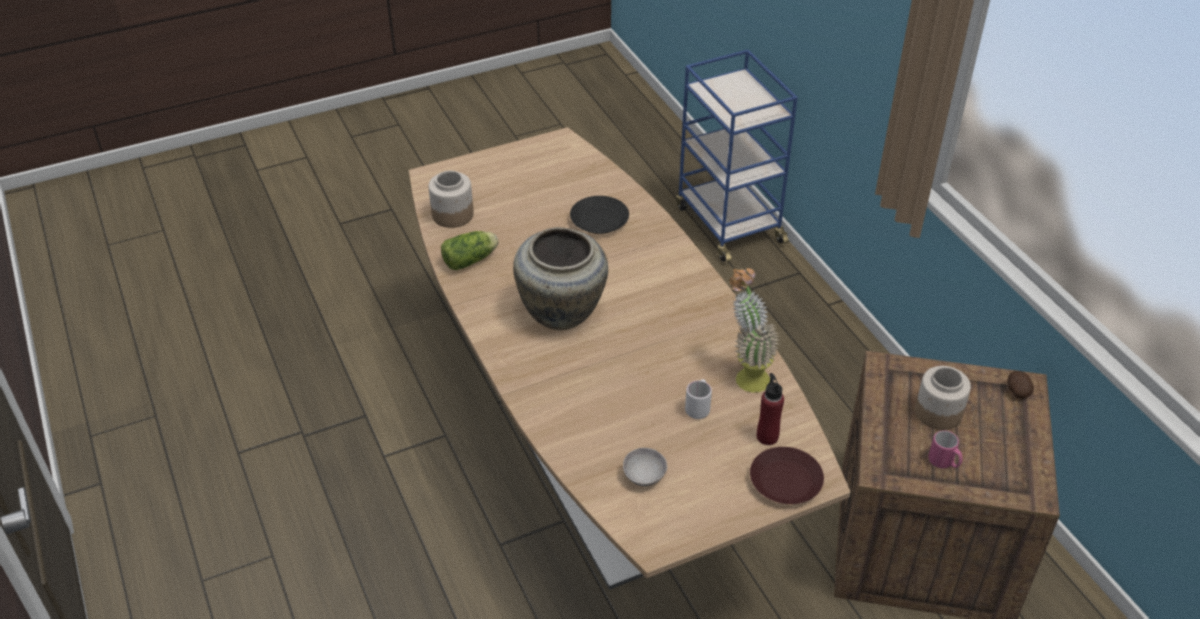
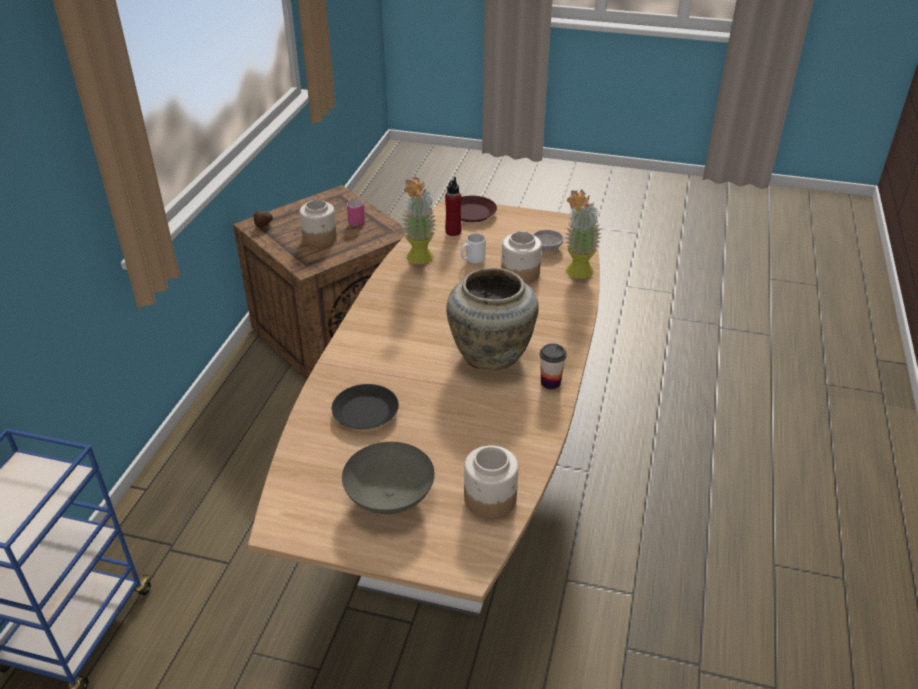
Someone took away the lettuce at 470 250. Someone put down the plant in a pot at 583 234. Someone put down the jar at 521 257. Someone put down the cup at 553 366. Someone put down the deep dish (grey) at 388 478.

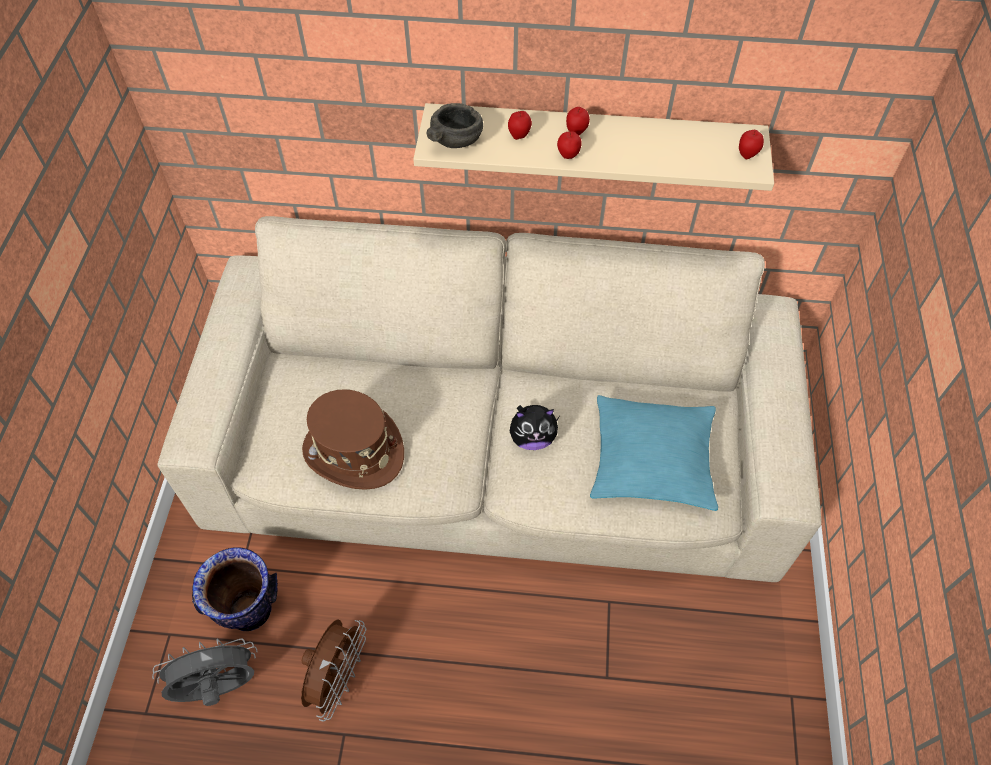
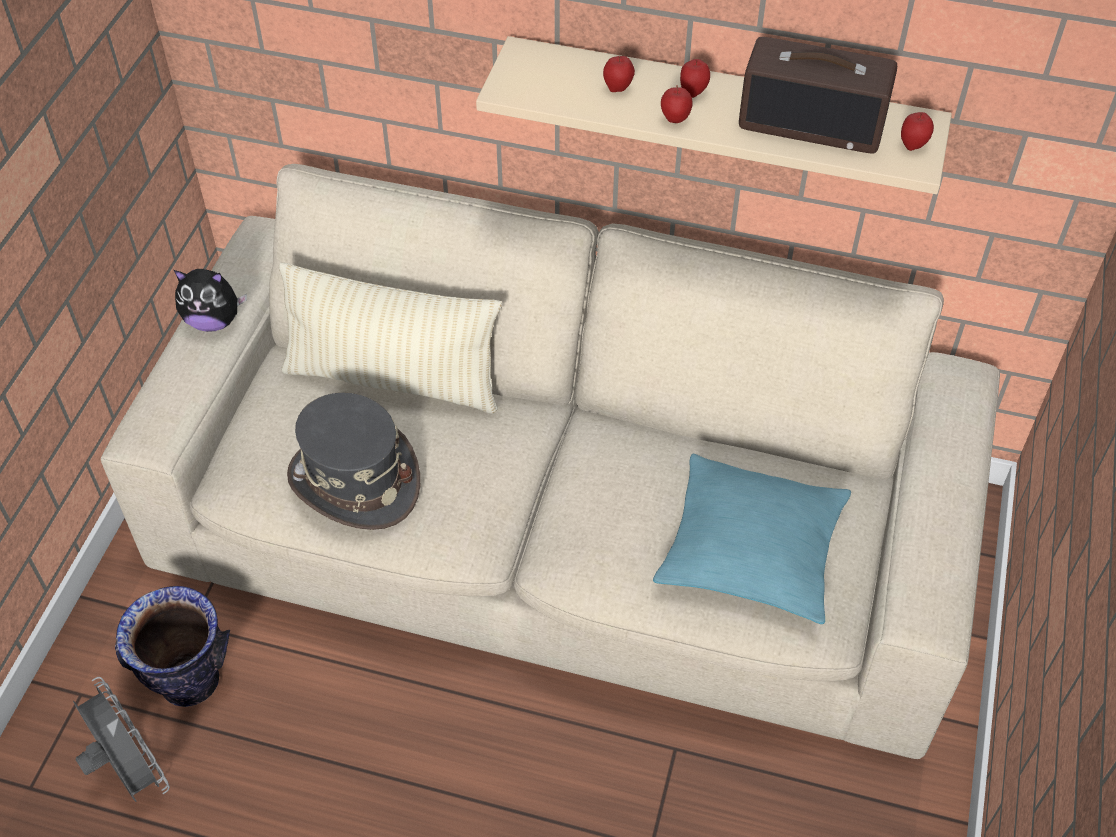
Someone took away the deep dish (grey) at 454 125. Someone repainted the clothing hat (brown) at 353 439, which became the clothing hat (grey) at 353 461. Someone carried the plush toy from 534 427 to 210 300. Someone took away the electric fan (brown) at 333 670. Someone rotated the electric fan (grey) at 205 672 by 60 degrees clockwise. Someone put down the radio at 818 95. Someone put down the pillow (beige) at 390 338.

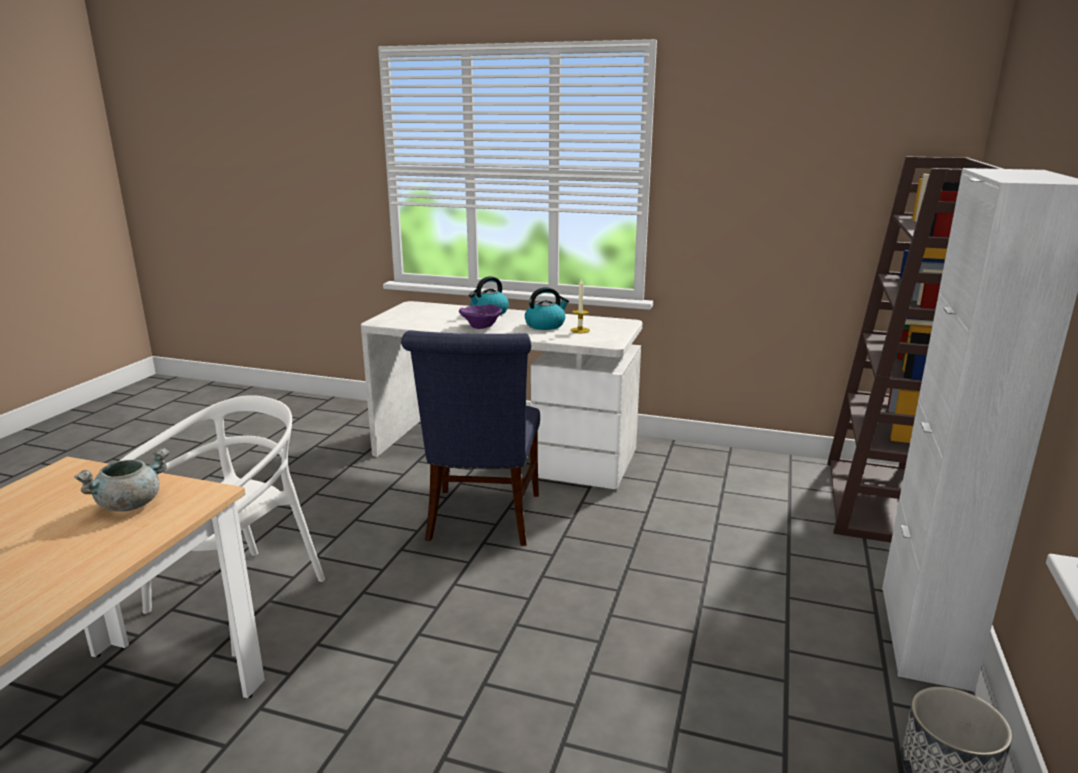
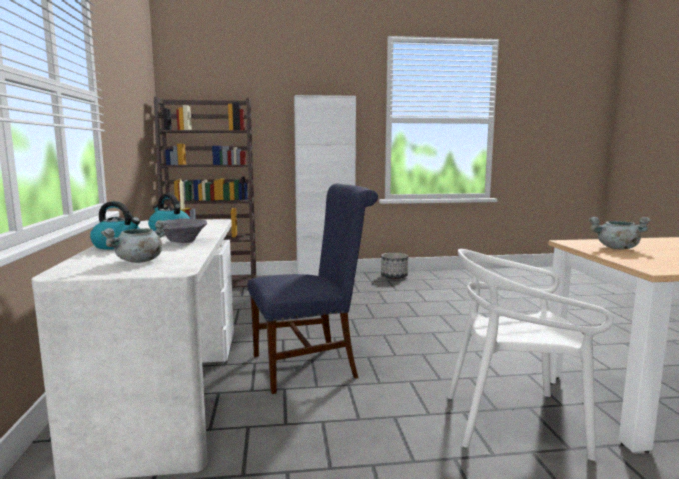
Someone repainted the deep dish (purple) at 480 316, which became the deep dish (grey) at 185 230. Someone put down the saucepot (grey) at 133 241.

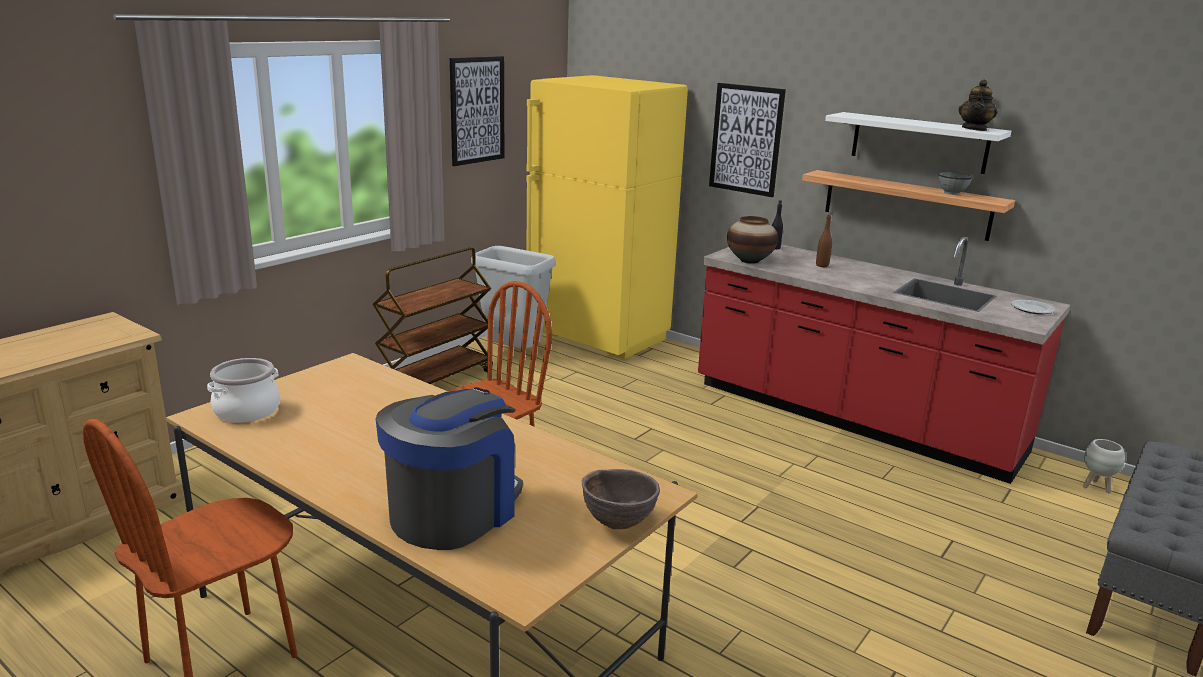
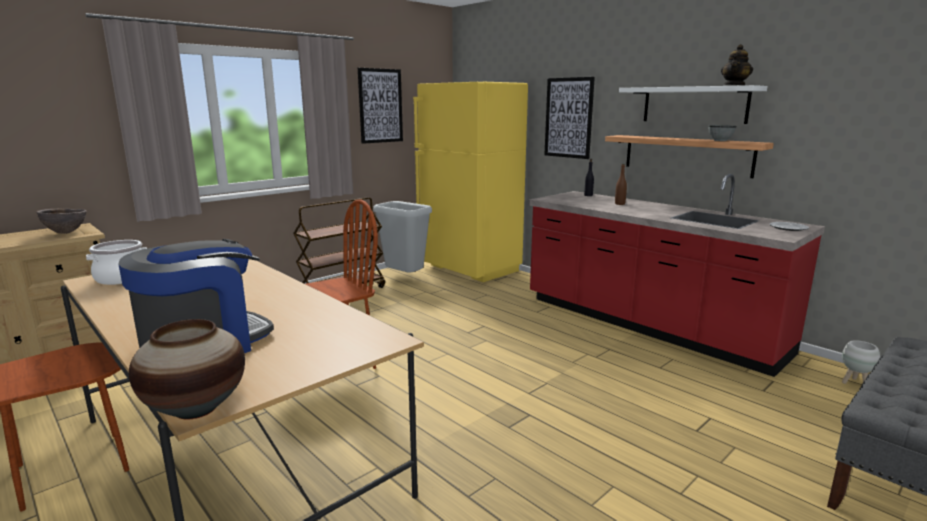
Someone carried the flower vase from 752 240 to 187 369. Someone carried the deep dish (brown) from 621 499 to 61 221.

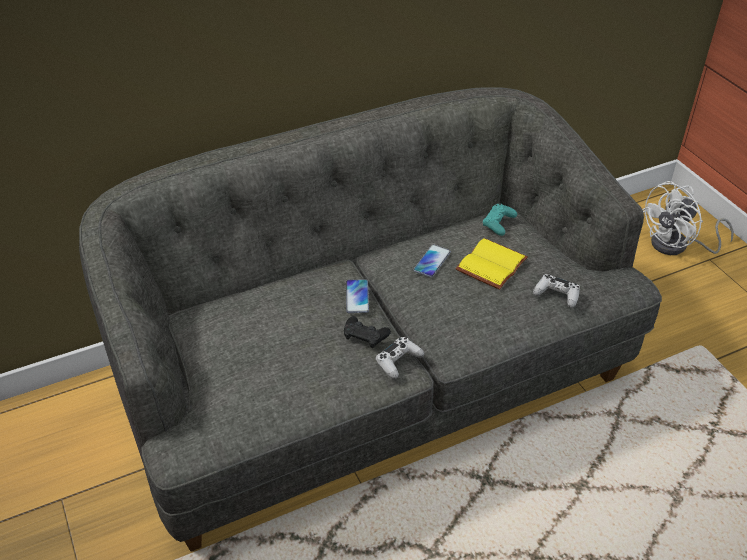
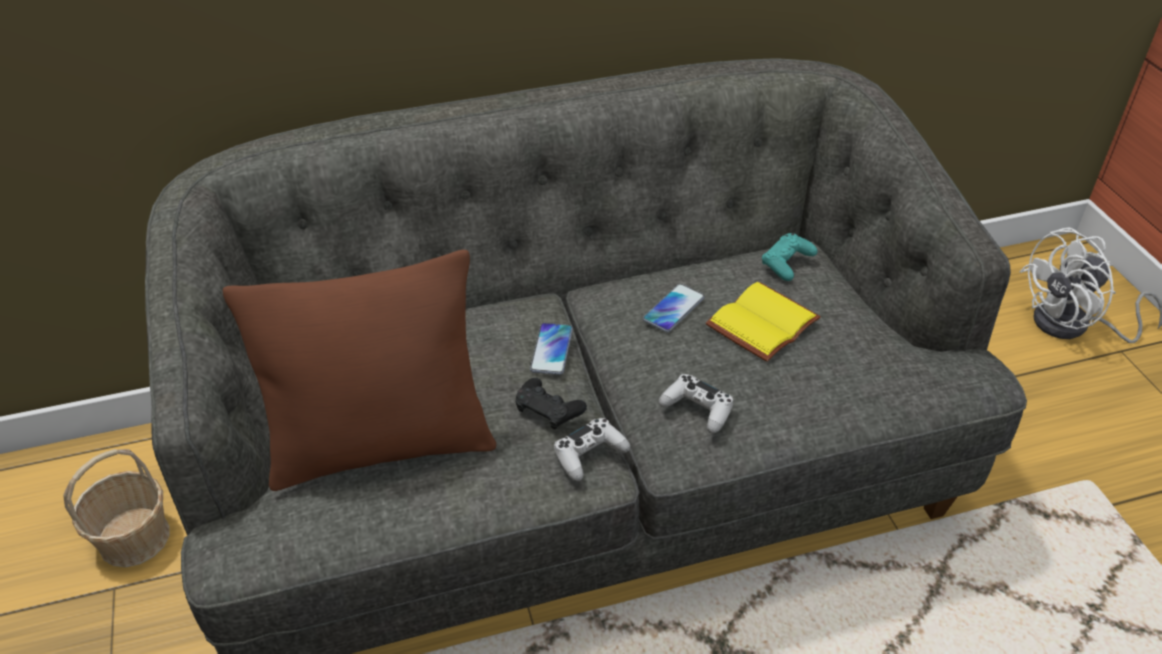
Someone carried the game controller (white) from 556 291 to 696 403. Someone put down the pillow (brown) at 359 370. Someone put down the household basket at 116 508.

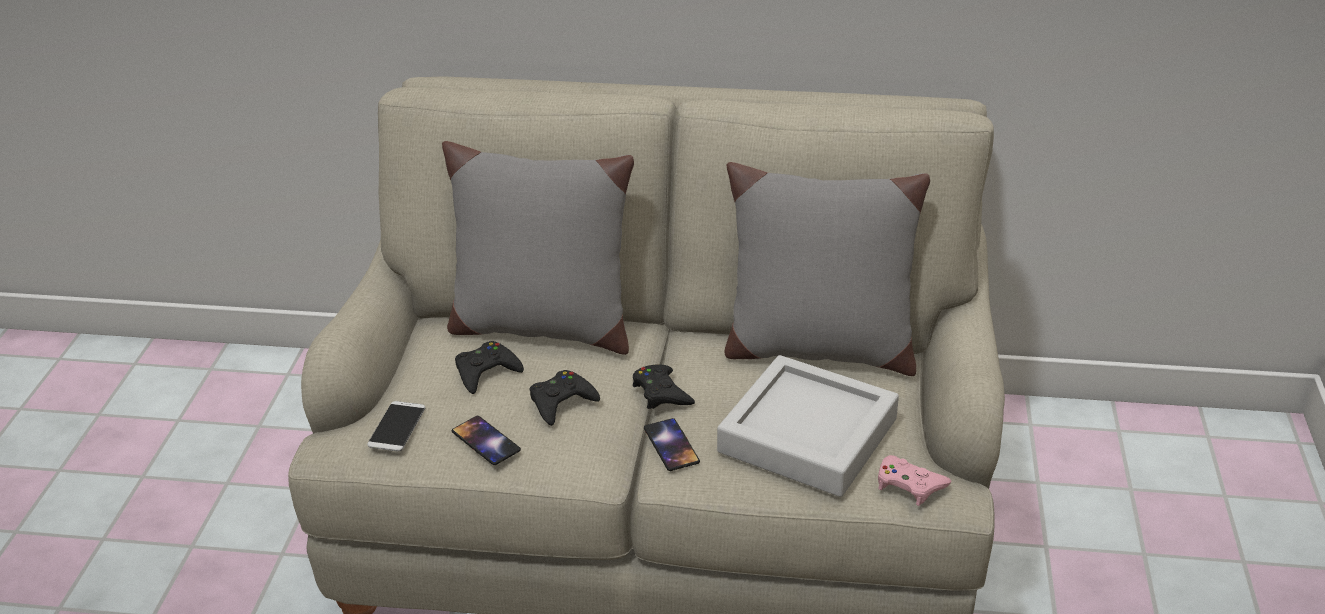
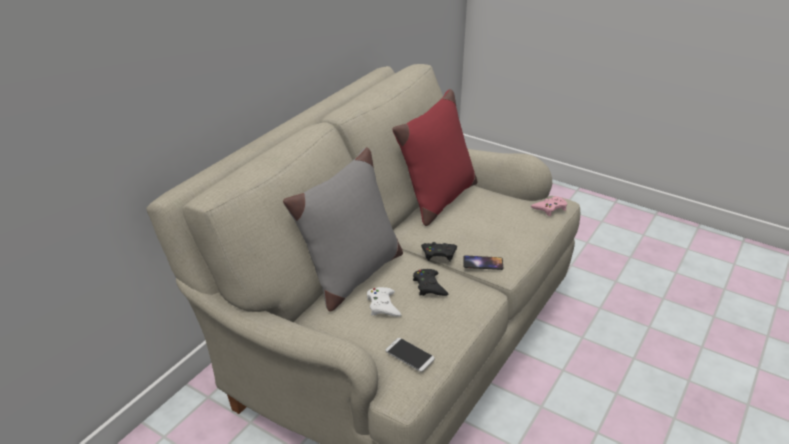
Someone repainted the pillow (grey) at 827 269, which became the pillow (red) at 435 157. Someone repainted the game controller (black) at 489 367, which became the game controller (white) at 384 302. Someone took away the tray (grey) at 808 426. Someone took away the phone at 486 440.

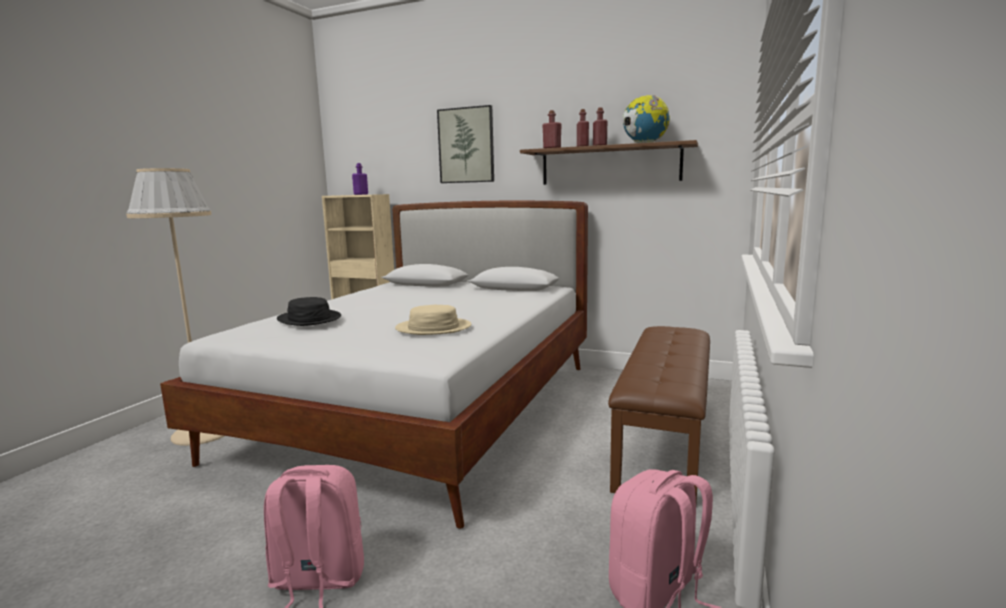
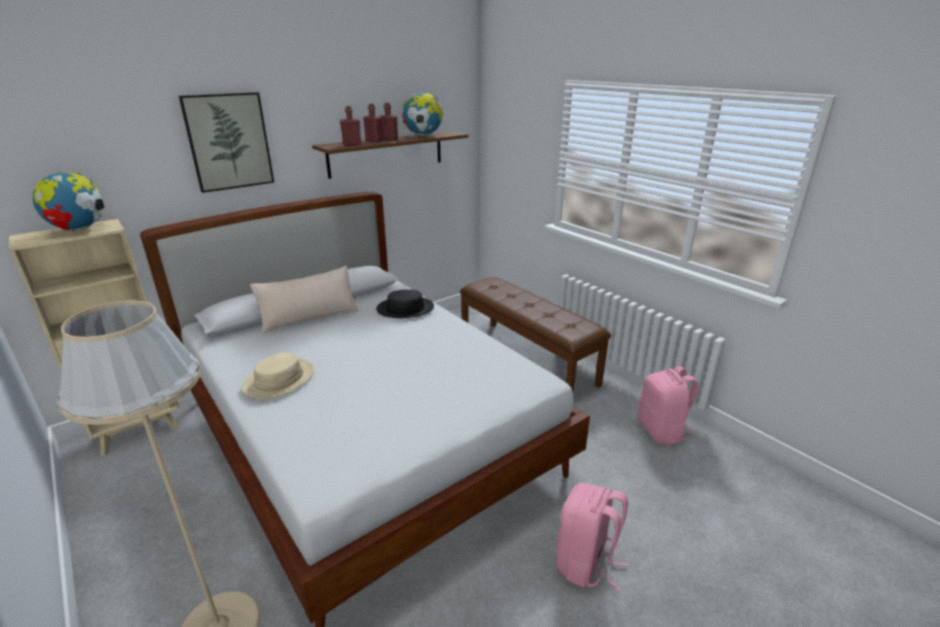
Someone swapped the drink bottle (purple) at 360 179 for the globe at 68 201. Someone carried the clothing hat (black) from 309 311 to 405 303. Someone carried the clothing hat (beige) from 433 320 to 278 376. Someone put down the pillow (beige) at 304 299.

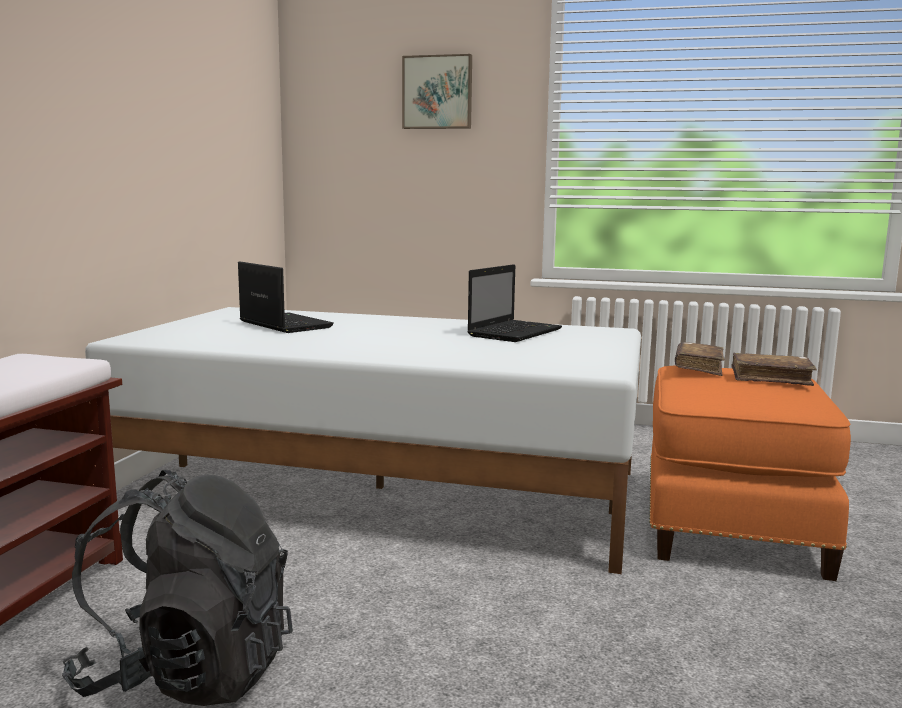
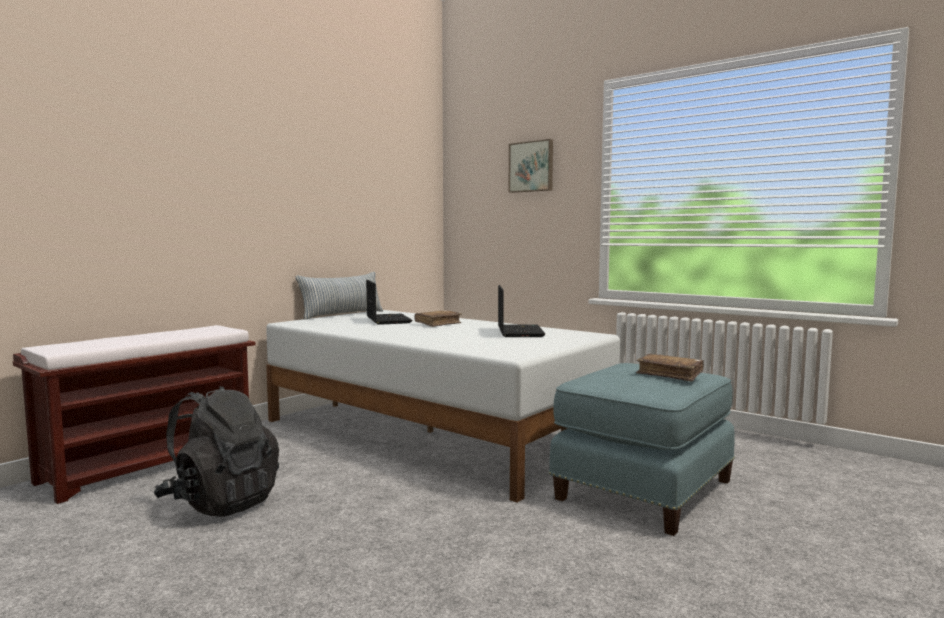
Someone rotated the notebook computer at 514 303 by 60 degrees counterclockwise. Someone carried the book (brown) from 700 359 to 438 318. Someone repainted the pouffe (orange-coloured) at 750 473, which became the pouffe (bluish) at 642 449. Someone put down the pillow at 339 296.

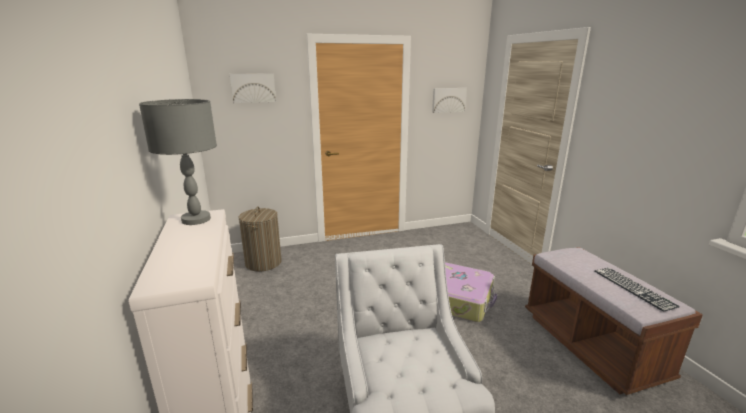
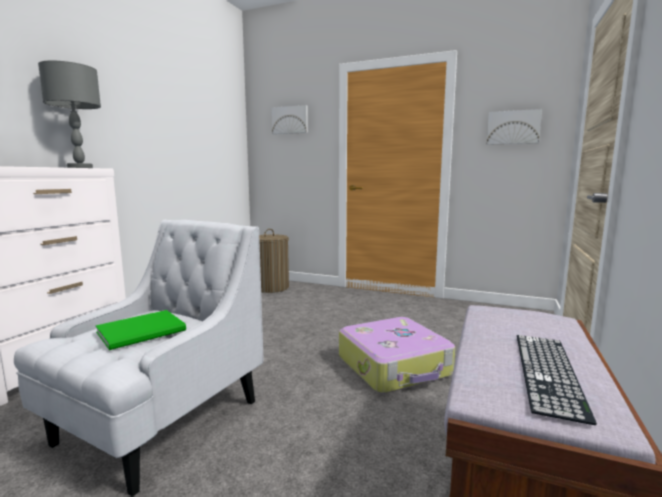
Someone put down the book (green) at 140 330.

